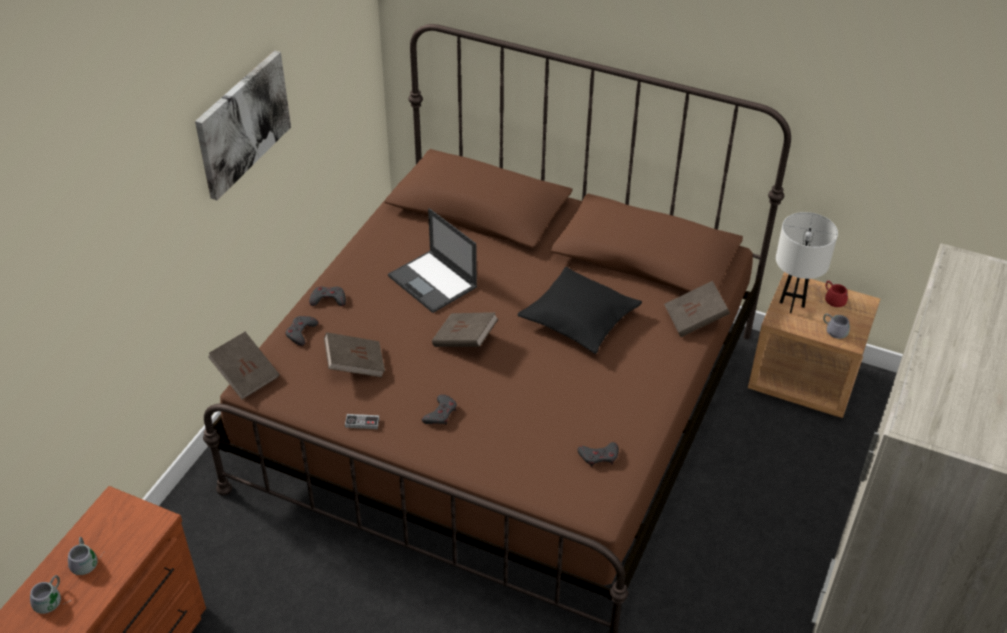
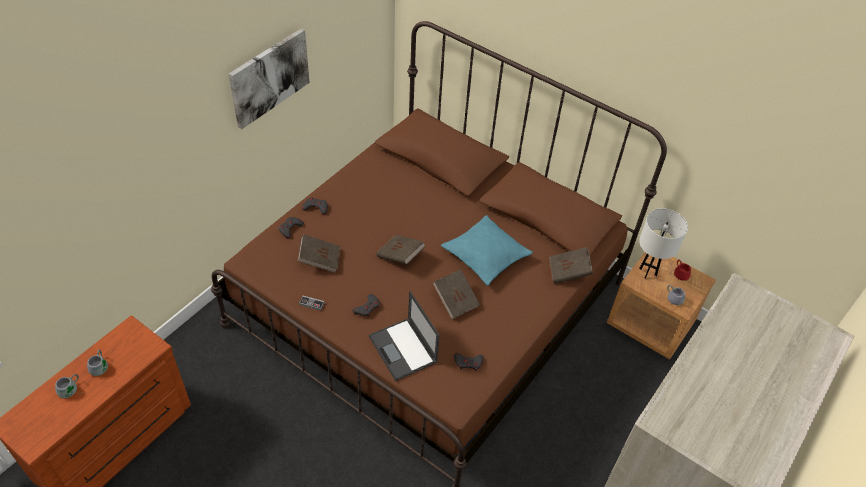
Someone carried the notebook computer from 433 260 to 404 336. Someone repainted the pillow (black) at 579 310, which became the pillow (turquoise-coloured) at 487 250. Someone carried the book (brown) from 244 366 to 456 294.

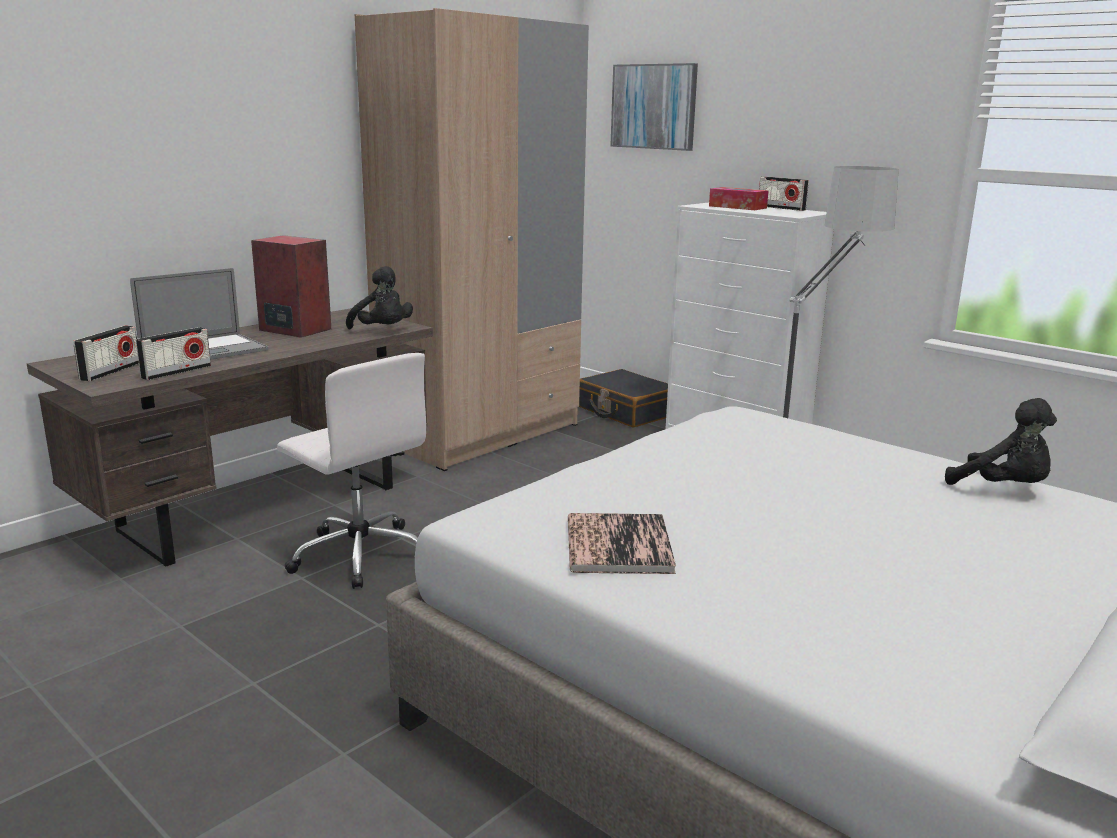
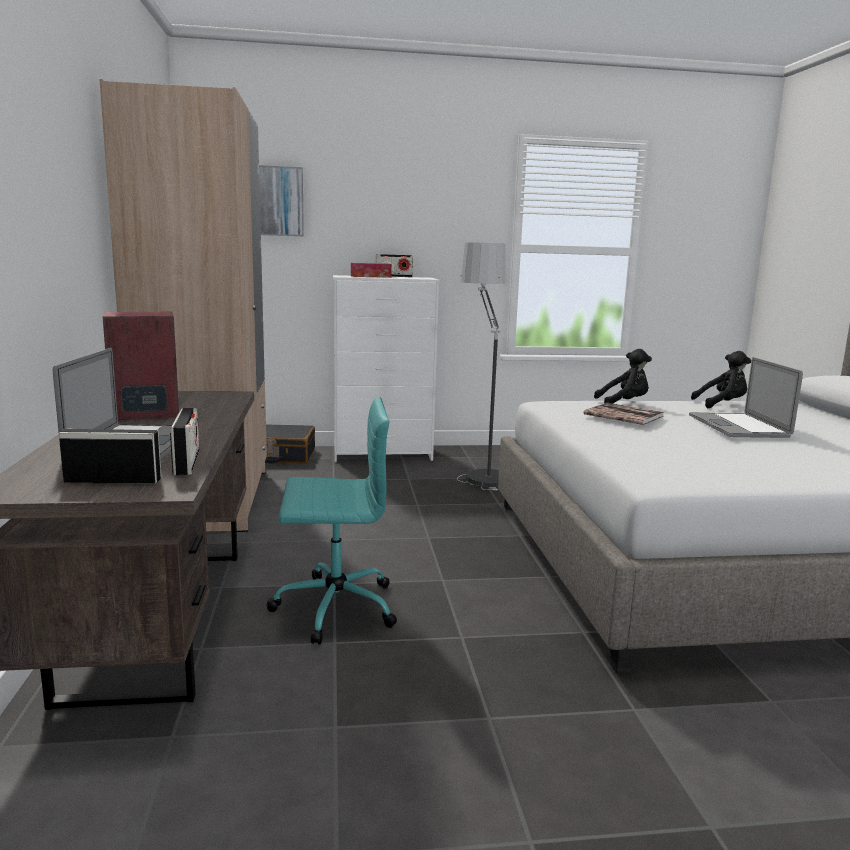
Someone carried the plush toy (black) from 379 297 to 623 376. Someone rotated the radio at 106 353 by 60 degrees counterclockwise. Someone repainted the computer chair (white) at 351 471, which became the computer chair (turquoise-coloured) at 332 521. Someone carried the book from 622 543 to 624 414. Someone put down the notebook computer at 746 397.

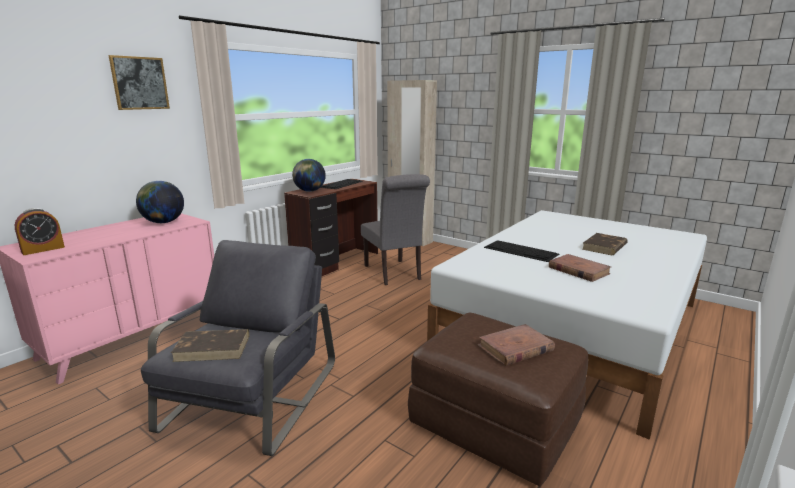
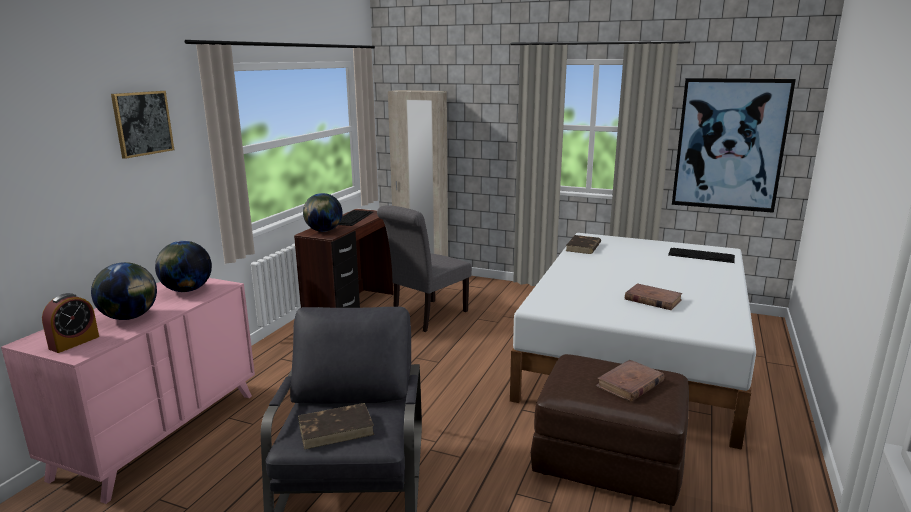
Someone rotated the plain chair (grey) at 395 229 by 75 degrees clockwise. Someone carried the book (brown) from 605 244 to 583 244. Someone carried the PC keyboard from 521 251 to 701 255. Someone put up the wall art at 734 145. Someone put down the globe at 124 291.

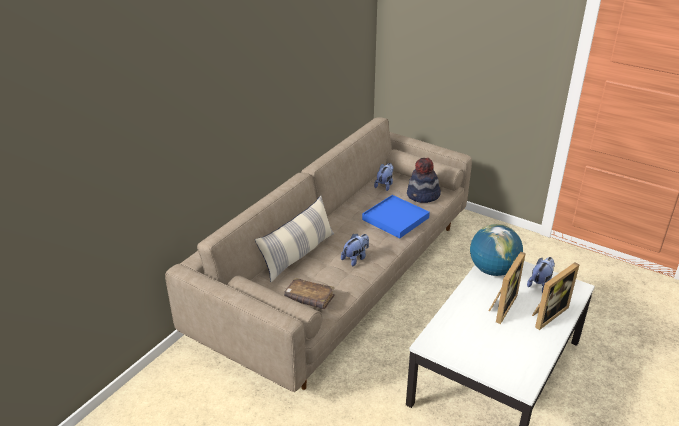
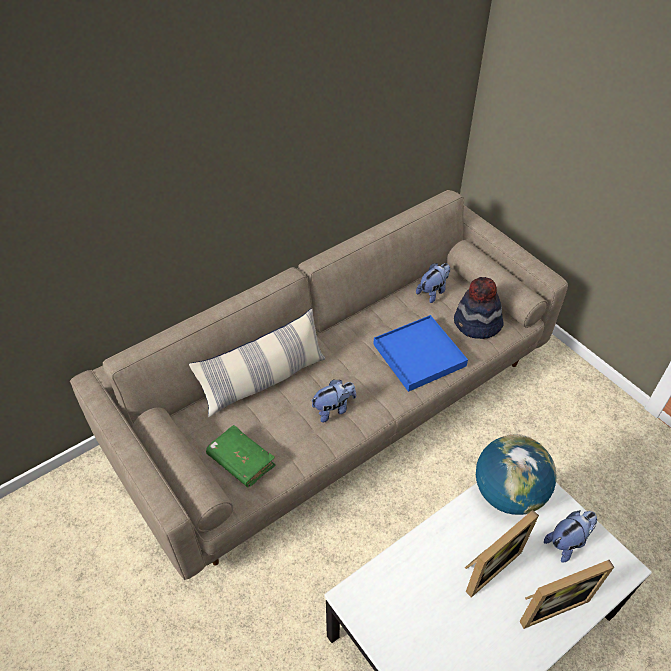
Someone repainted the book (brown) at 309 293, which became the book (green) at 241 456.

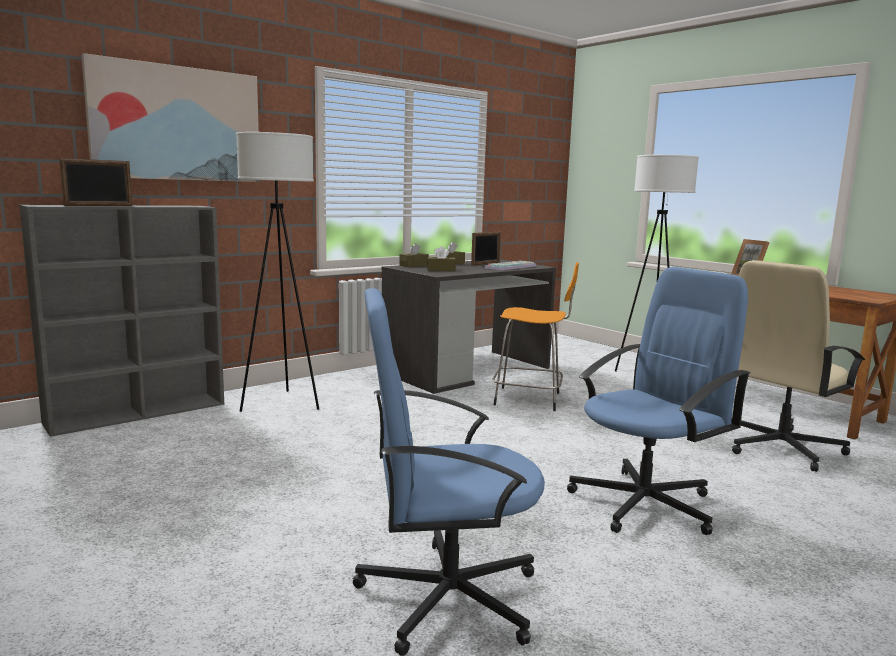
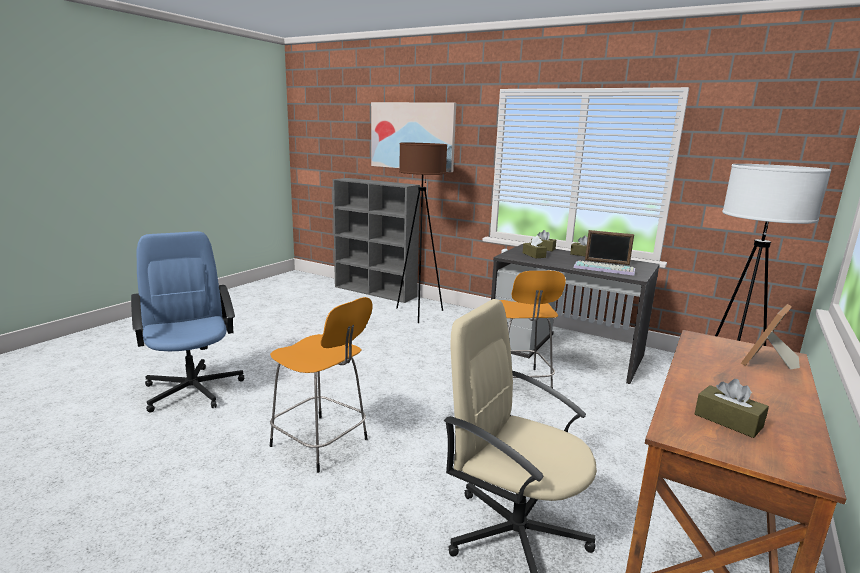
Someone repainted the standard lamp (white) at 277 272, which became the standard lamp (brown) at 421 232. Someone took away the picture frame at 95 182. Someone swapped the computer chair (bluish) at 659 401 for the stool (orange-coloured) at 321 385. Someone put down the tissue holder (brown) at 732 408.

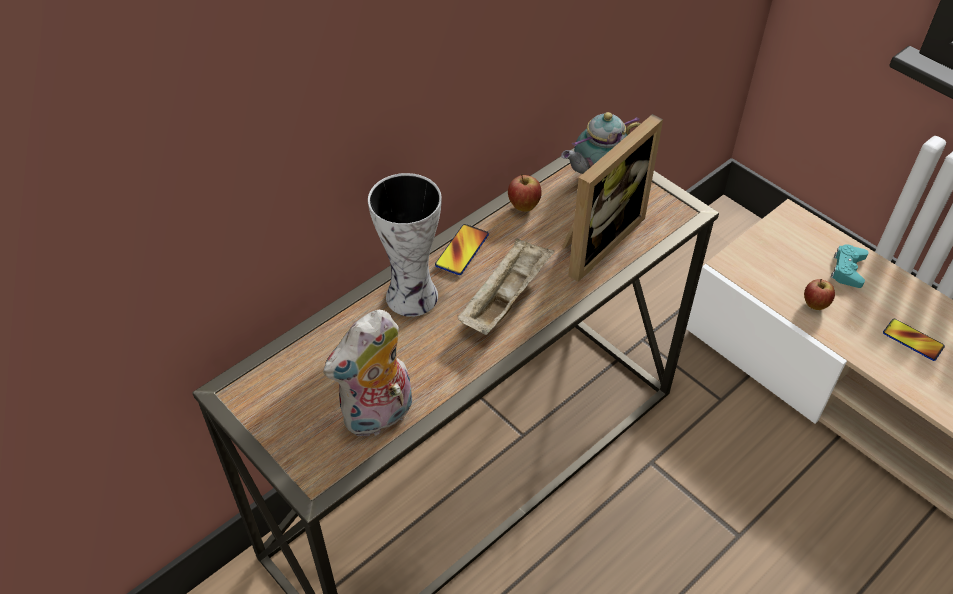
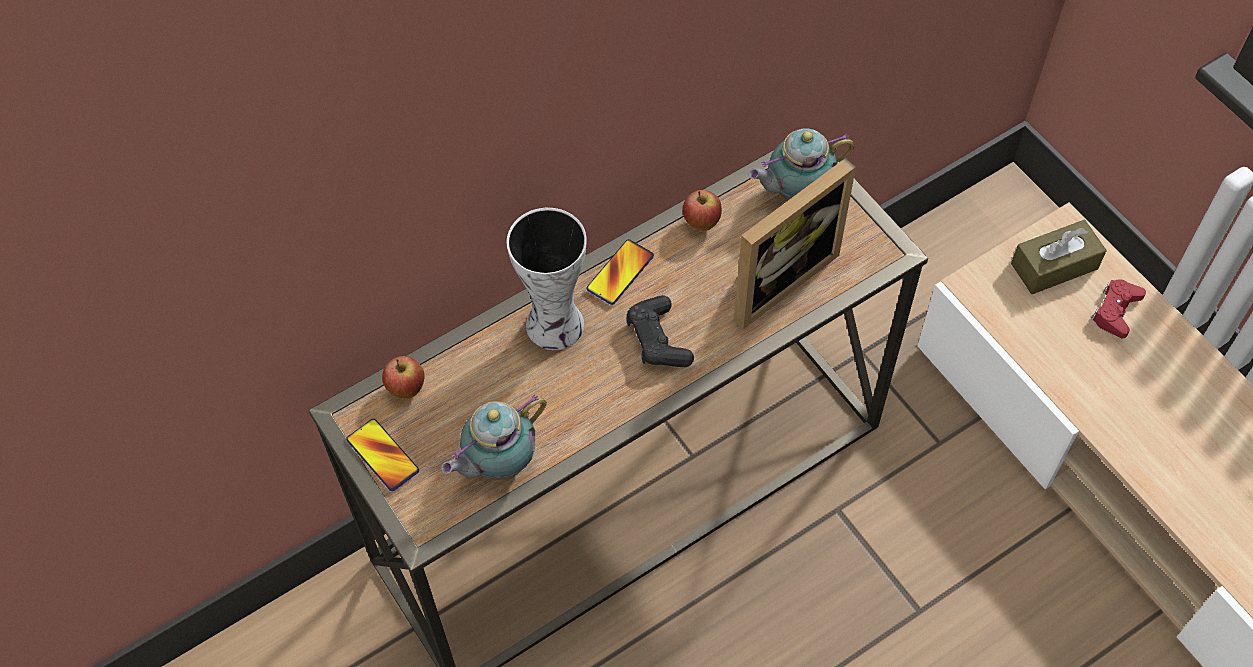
Someone swapped the tray (beige) at 506 286 for the game controller (black) at 660 331. Someone repainted the game controller (turquoise-coloured) at 849 266, which became the game controller (red) at 1118 308. Someone carried the apple from 819 294 to 403 377. Someone swapped the plush toy at 367 373 for the teapot at 494 437. Someone carried the phone from 914 340 to 382 455. Someone put down the tissue holder (brown) at 1059 257.

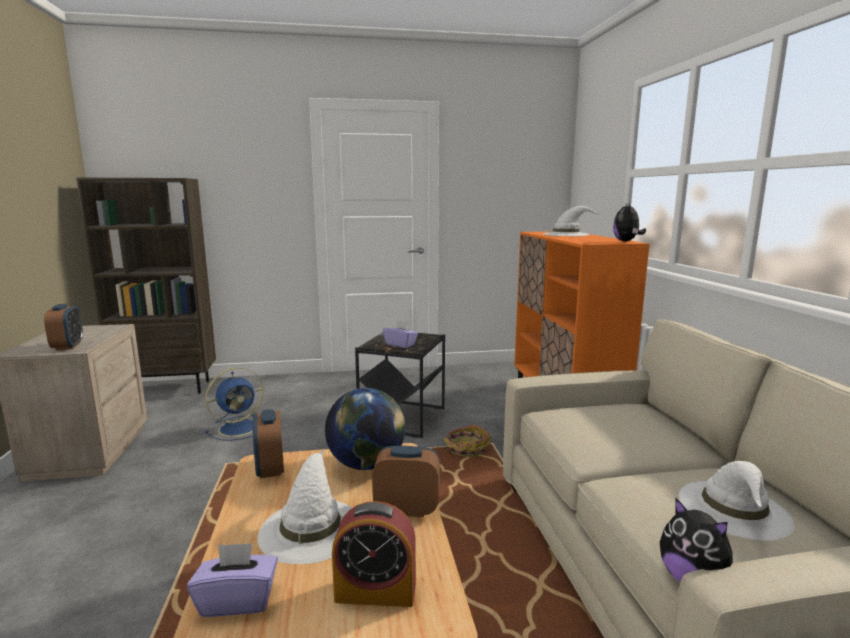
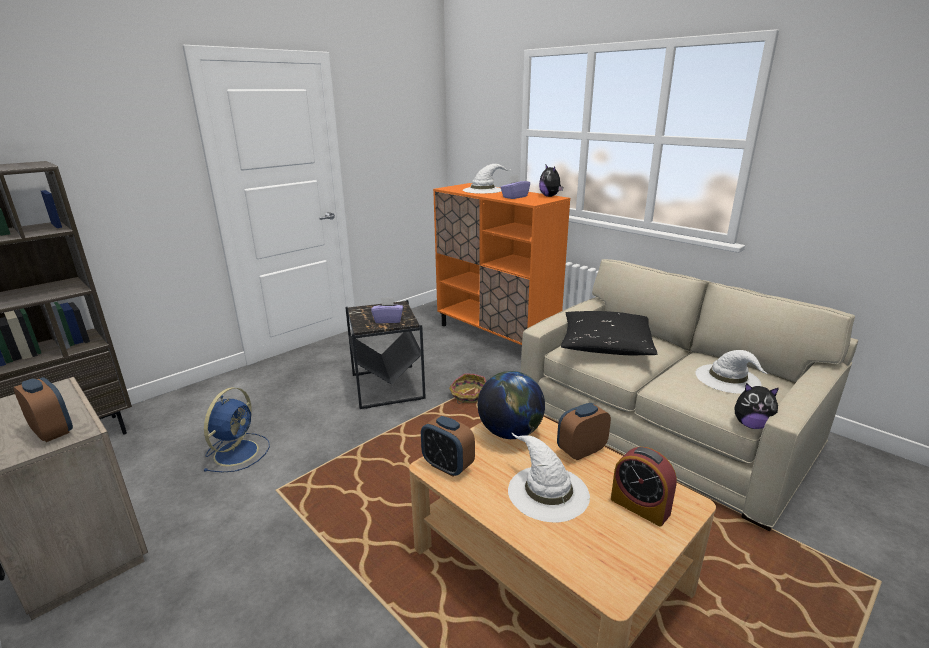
Someone rotated the table clock at 374 554 by 75 degrees clockwise. Someone carried the tissue holder (purple) from 232 580 to 515 187. Someone put down the pillow (black) at 609 333.

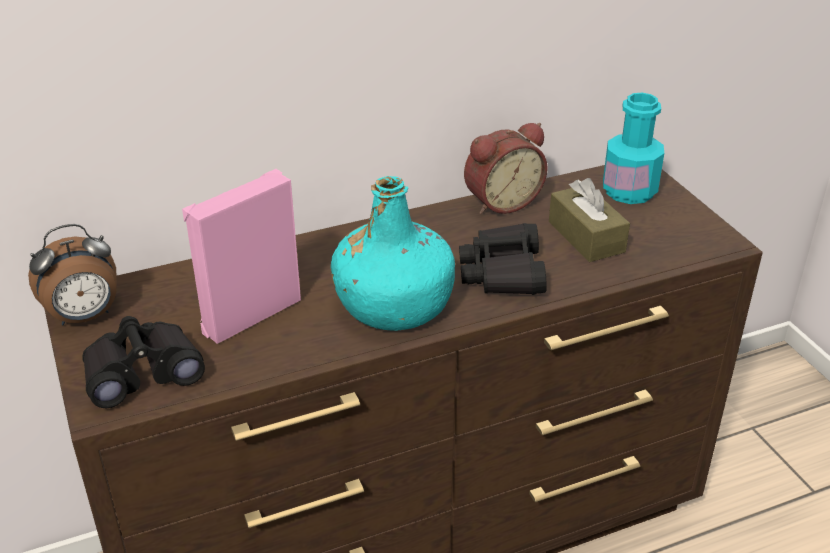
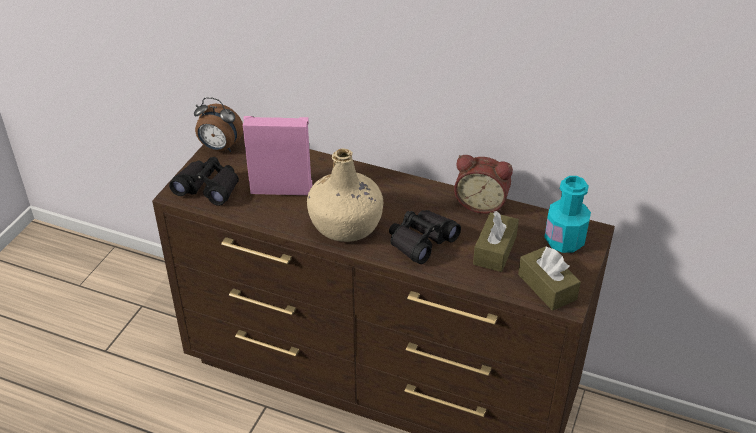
Someone repainted the drink bottle (turquoise-coloured) at 393 253, which became the drink bottle (beige) at 345 195. Someone put down the tissue holder (brown) at 549 279.

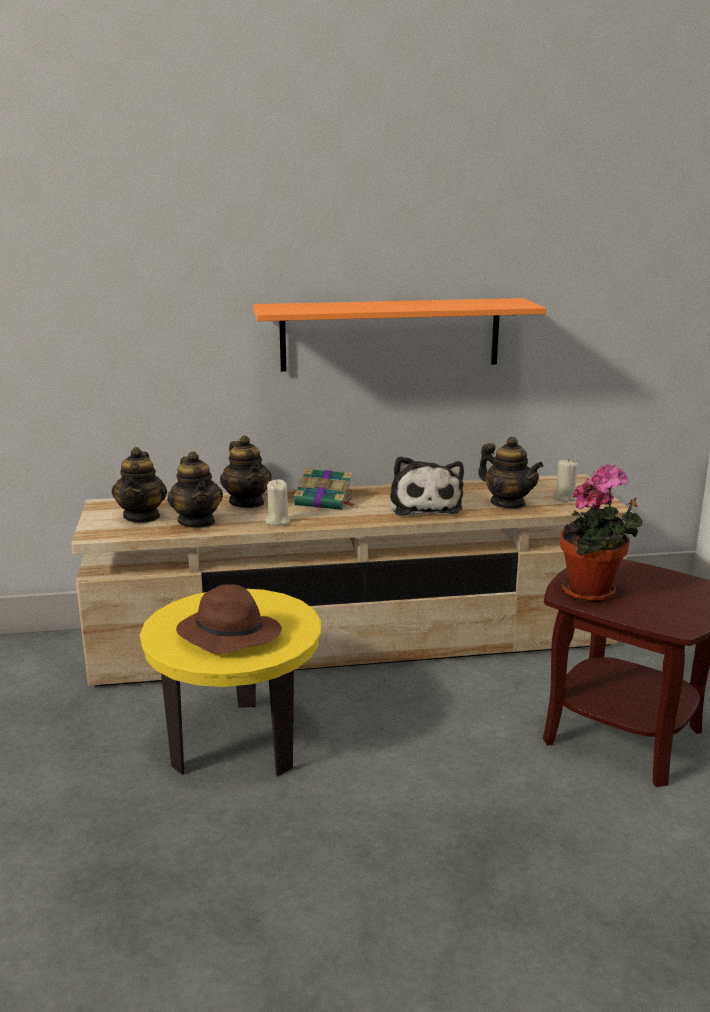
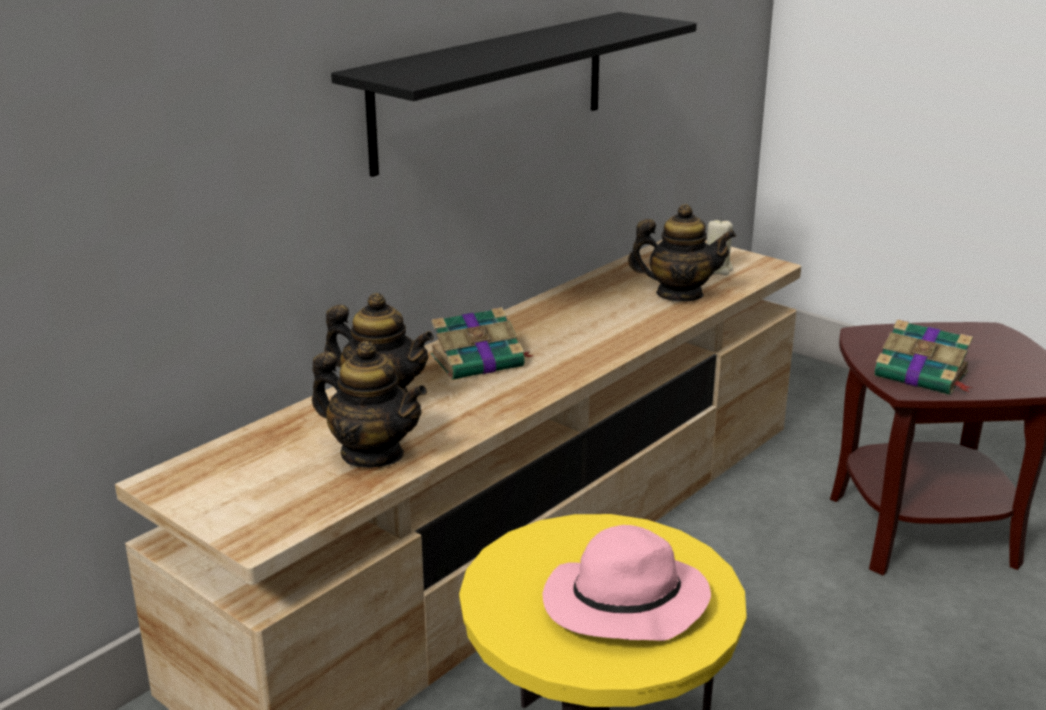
Someone repainted the shelf (orange-coloured) at 399 335, which became the shelf (black) at 514 94. Someone took away the teapot at 139 485. Someone took away the plush toy at 427 486. Someone swapped the plant in a pot at 601 533 for the book at 923 357. Someone took away the candle (beige) at 277 502. Someone repainted the clothing hat (brown) at 229 619, which became the clothing hat (pink) at 626 583.

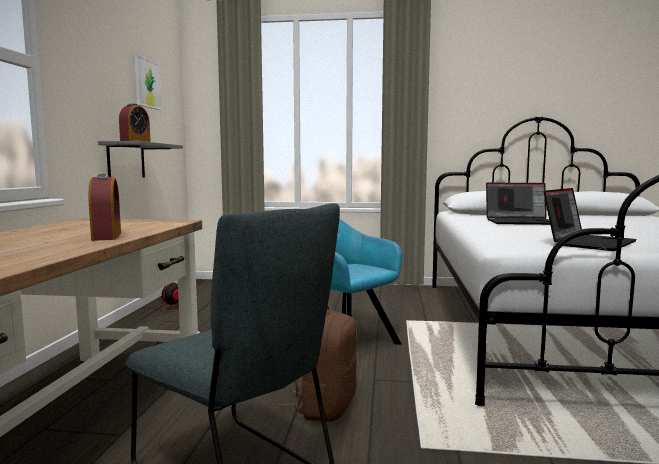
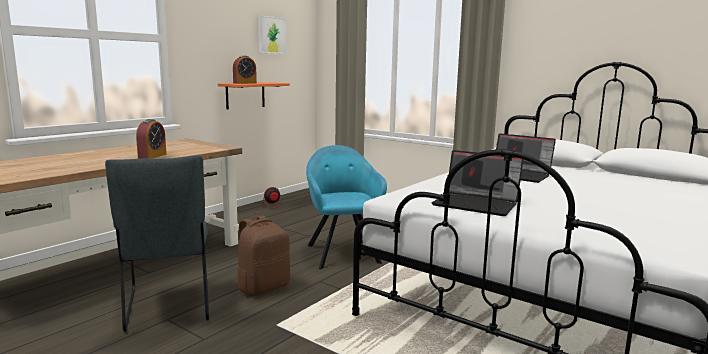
Someone repainted the shelf (grey) at 140 159, which became the shelf (orange-coloured) at 254 96. Someone rotated the notebook computer at 590 219 by 45 degrees clockwise.

